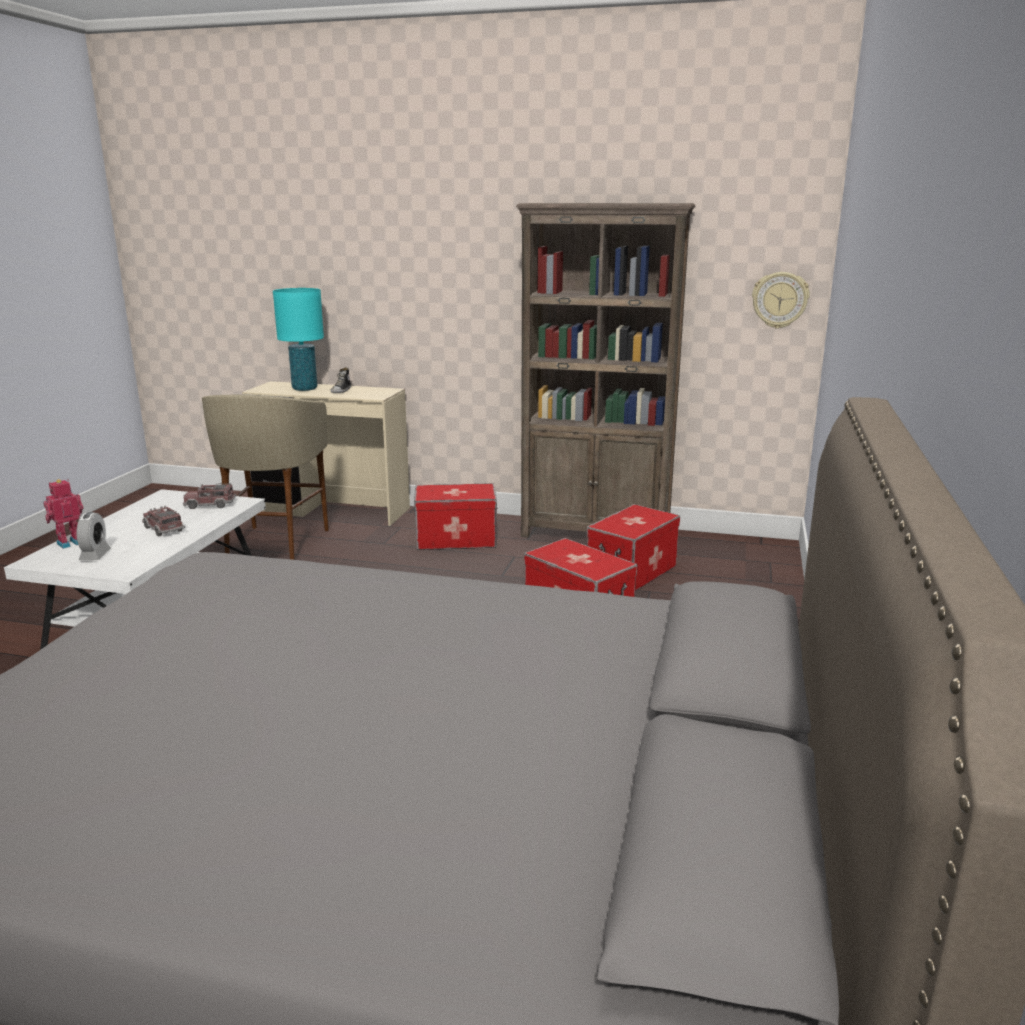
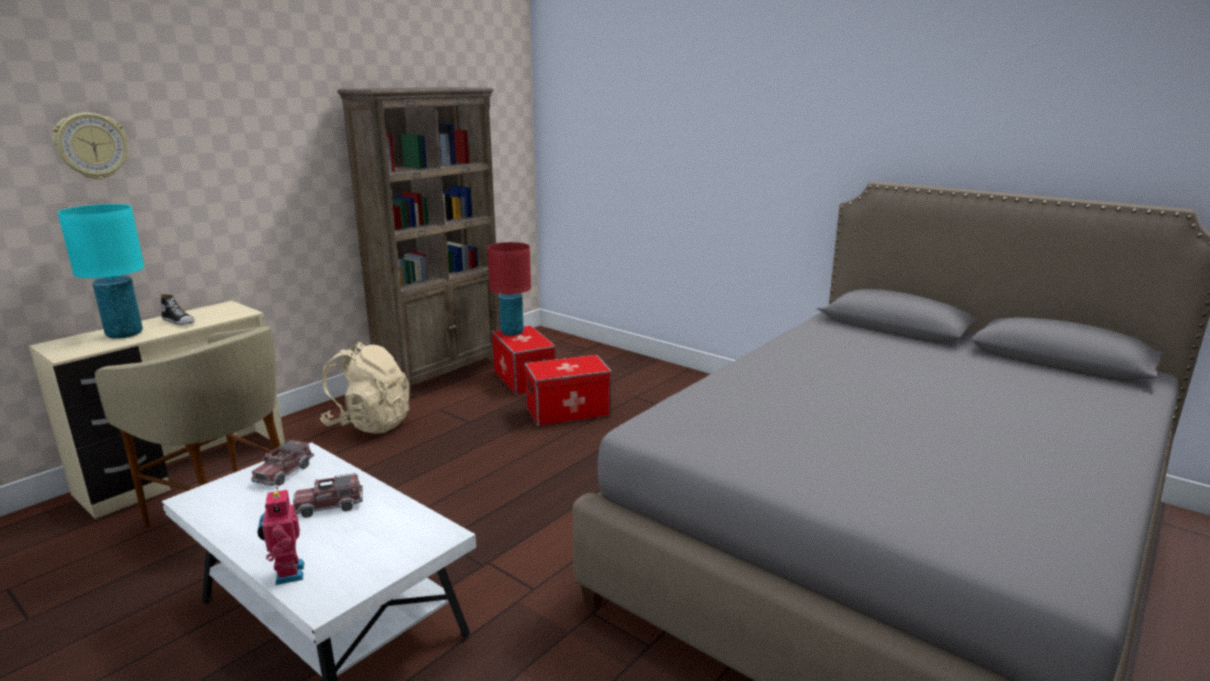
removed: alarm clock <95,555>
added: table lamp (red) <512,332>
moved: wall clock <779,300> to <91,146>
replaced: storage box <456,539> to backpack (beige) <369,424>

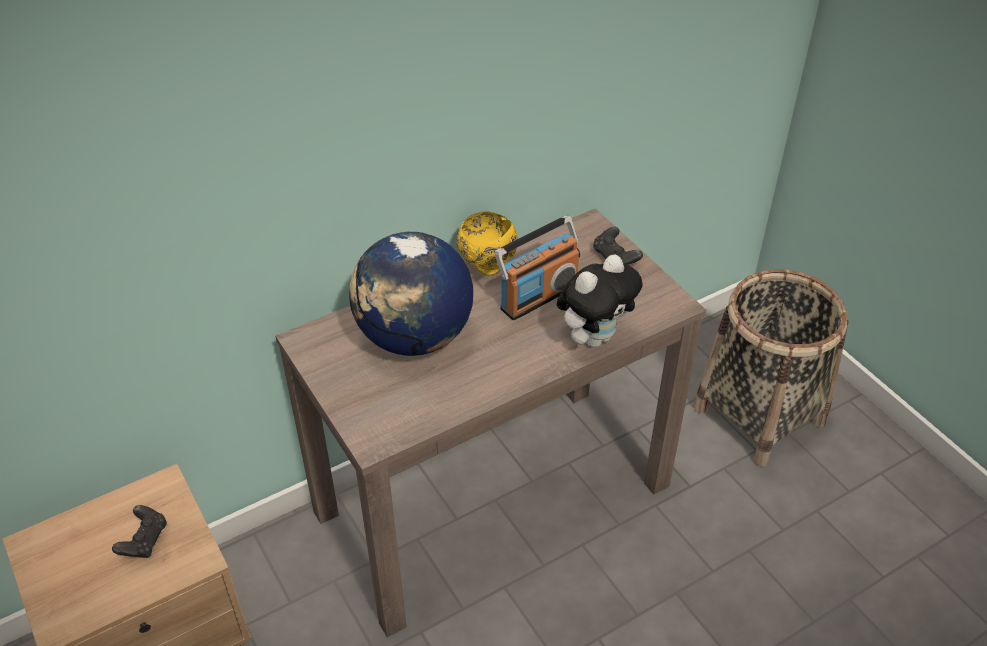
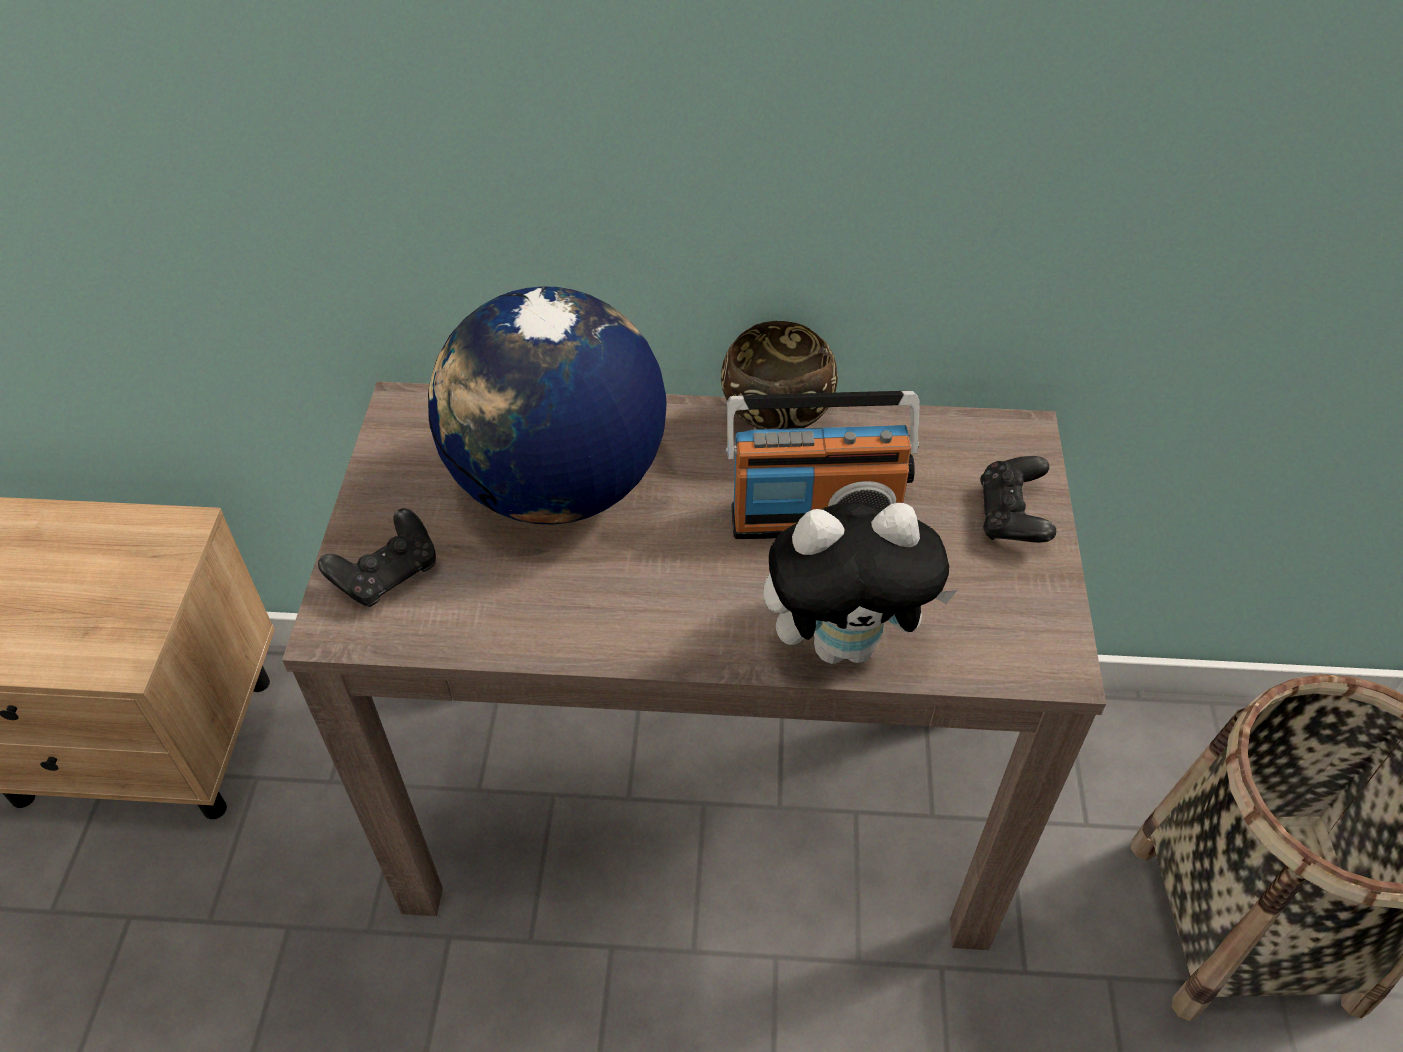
moved: game controller (black) <144,540> to <387,574>
recoloured: bowl (yellow) <486,267> to bowl (brown) <774,427>

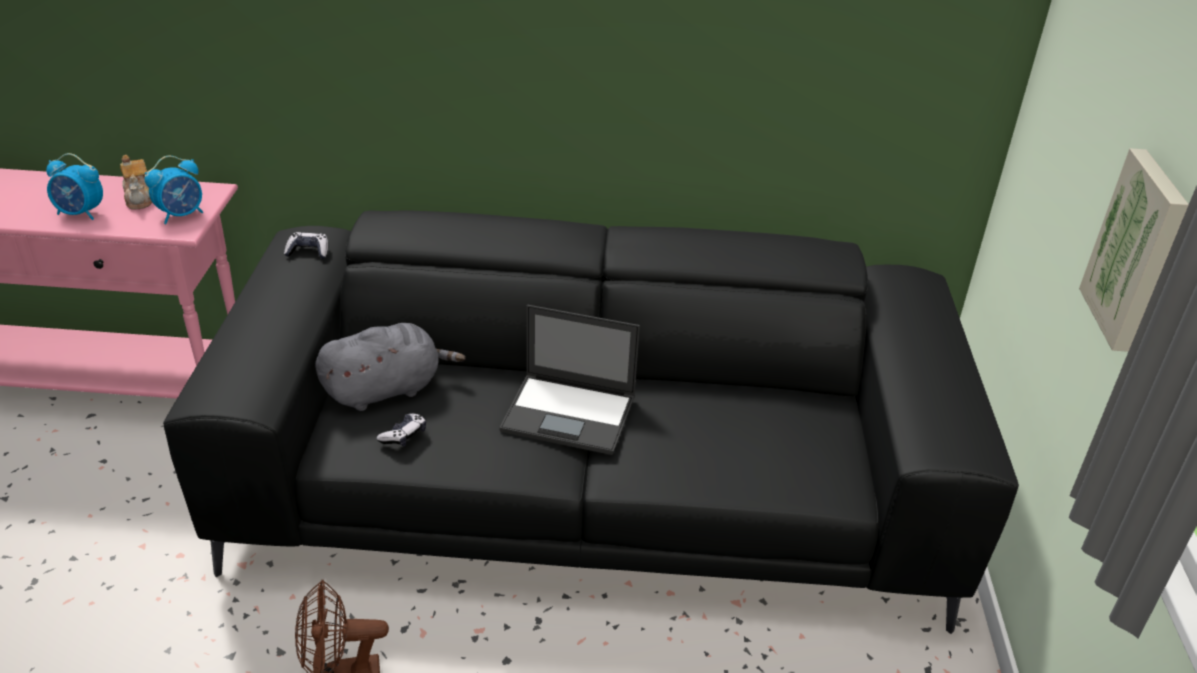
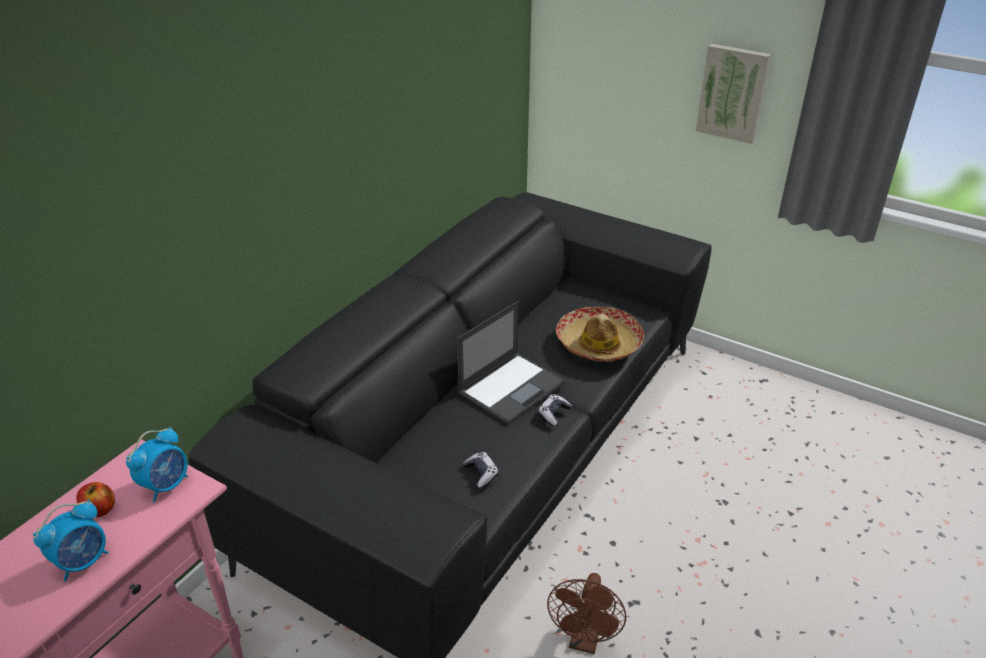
removed: plush toy (grey) <387,389>
added: hat <599,343>
moved: game controller <308,252> to <553,414>
replaced: teapot <140,198> to apple <99,510>
turned: alarm clock <181,215> = <166,485> 45 degrees clockwise

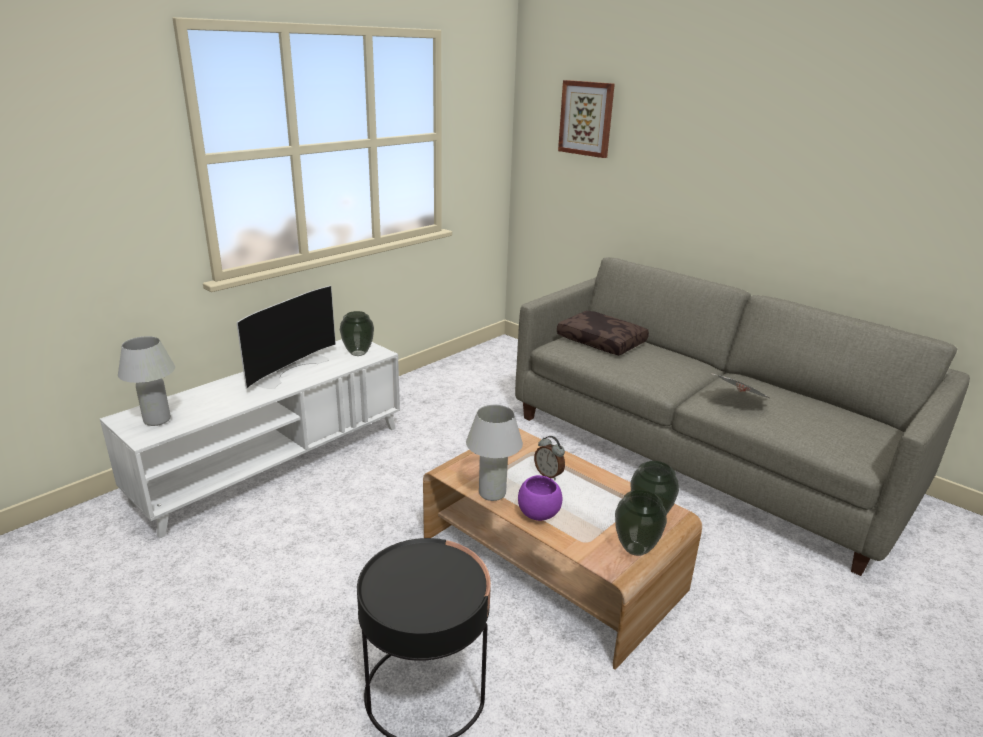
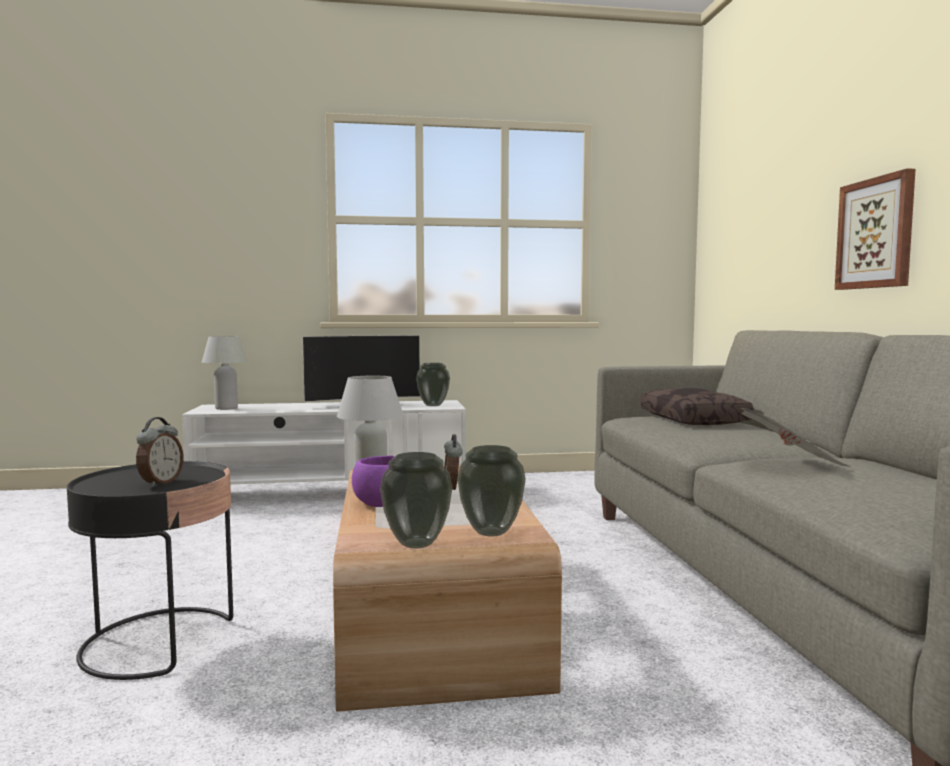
added: alarm clock <160,483>
moved: picture <586,118> to <876,233>

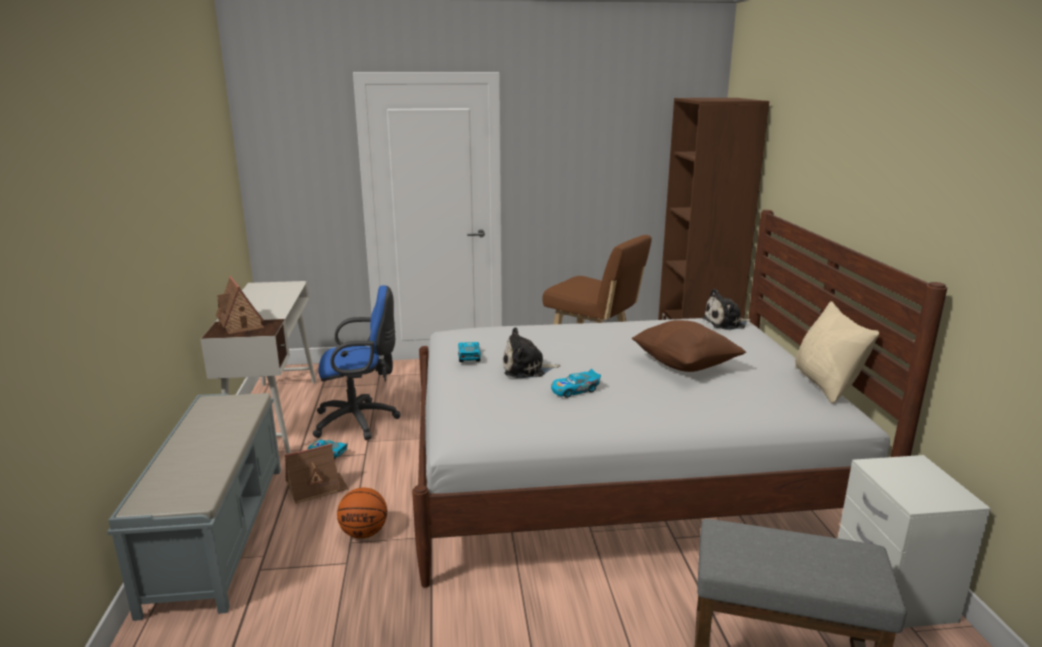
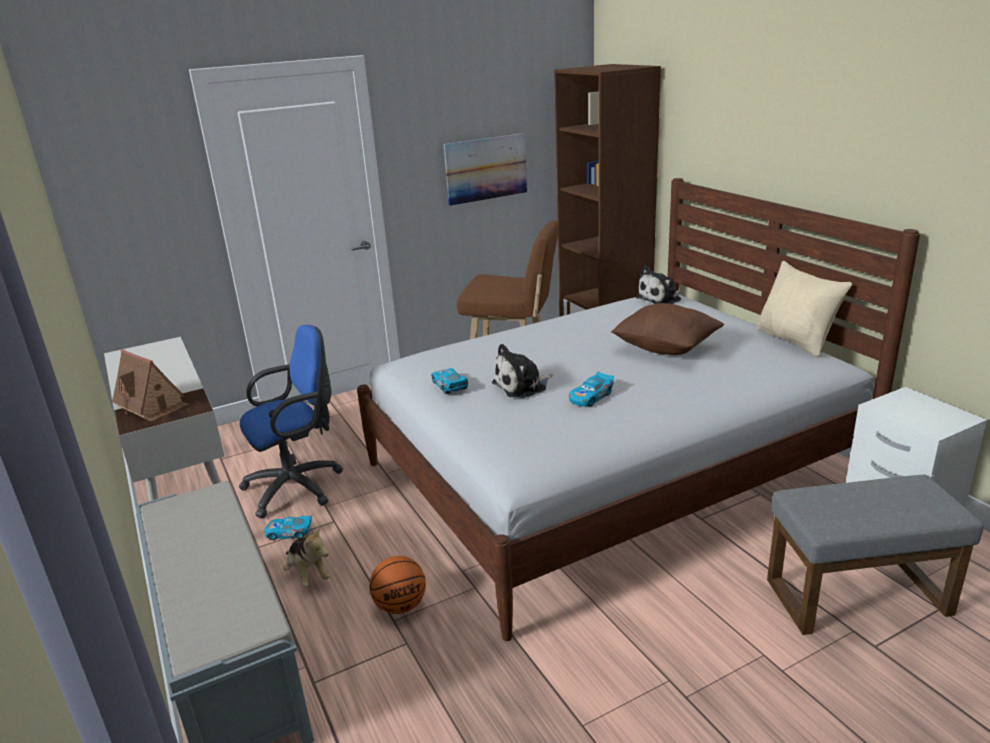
added: picture <486,169>
replaced: toy house <316,488> to plush toy <308,574>

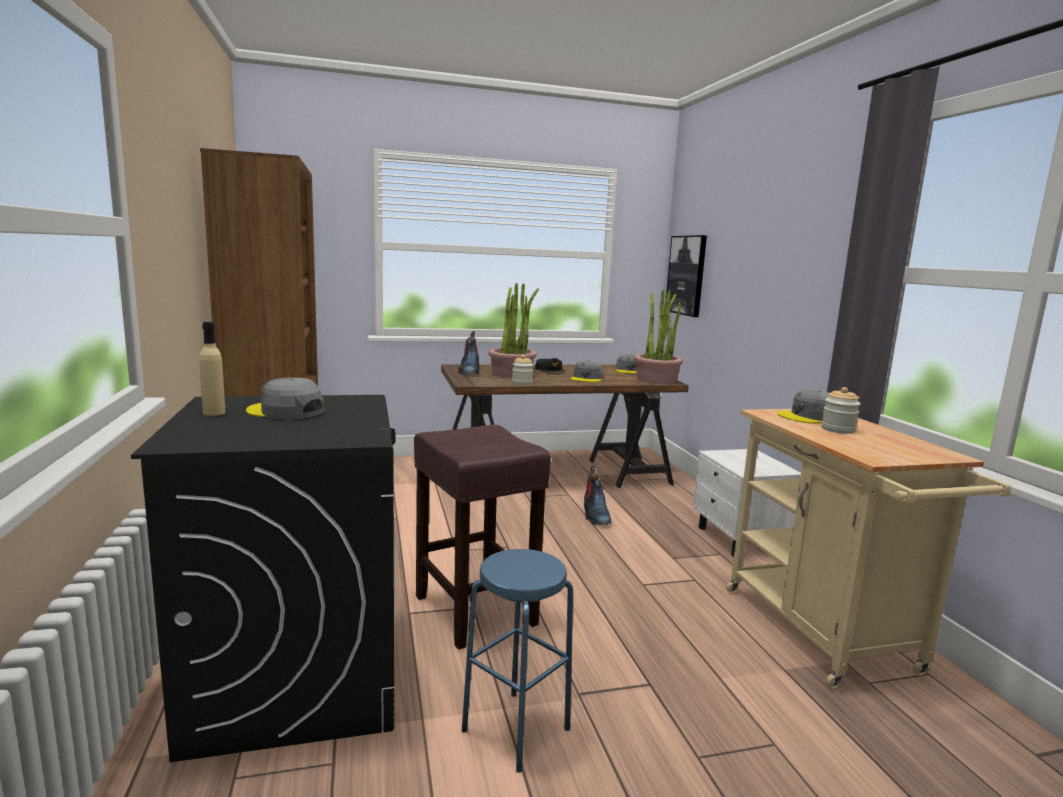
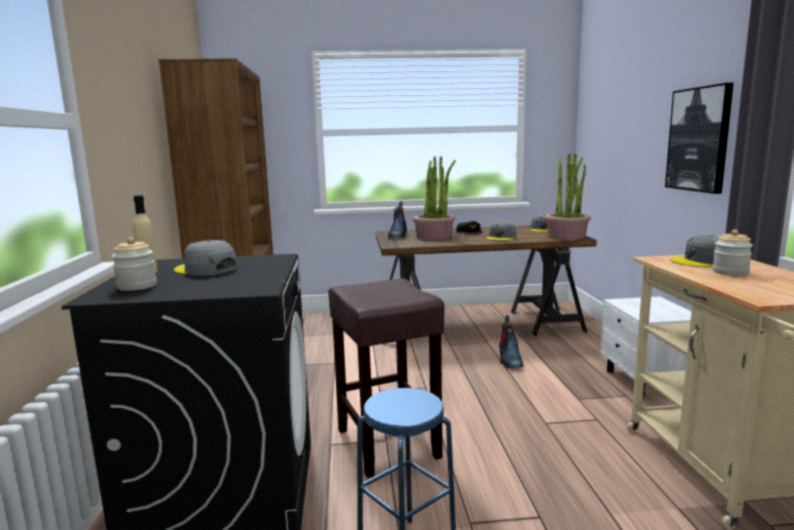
moved: jar <522,382> to <137,286>; picture <687,275> to <699,139>

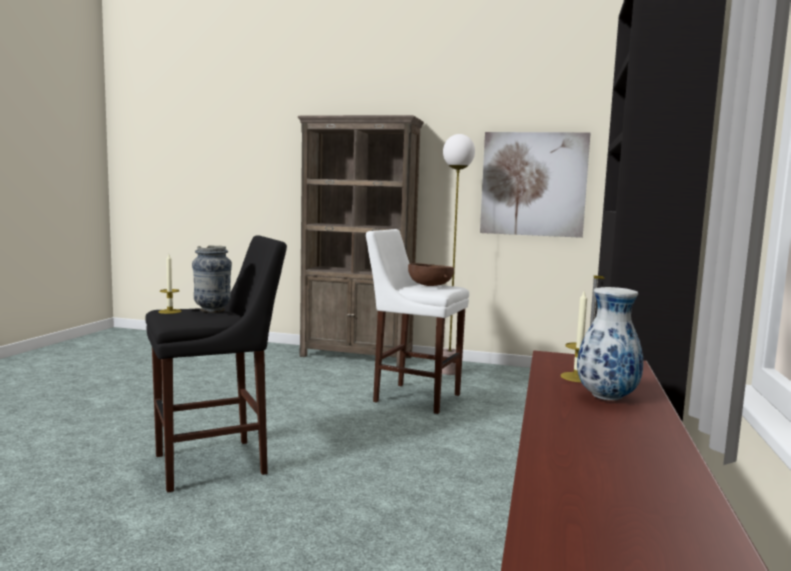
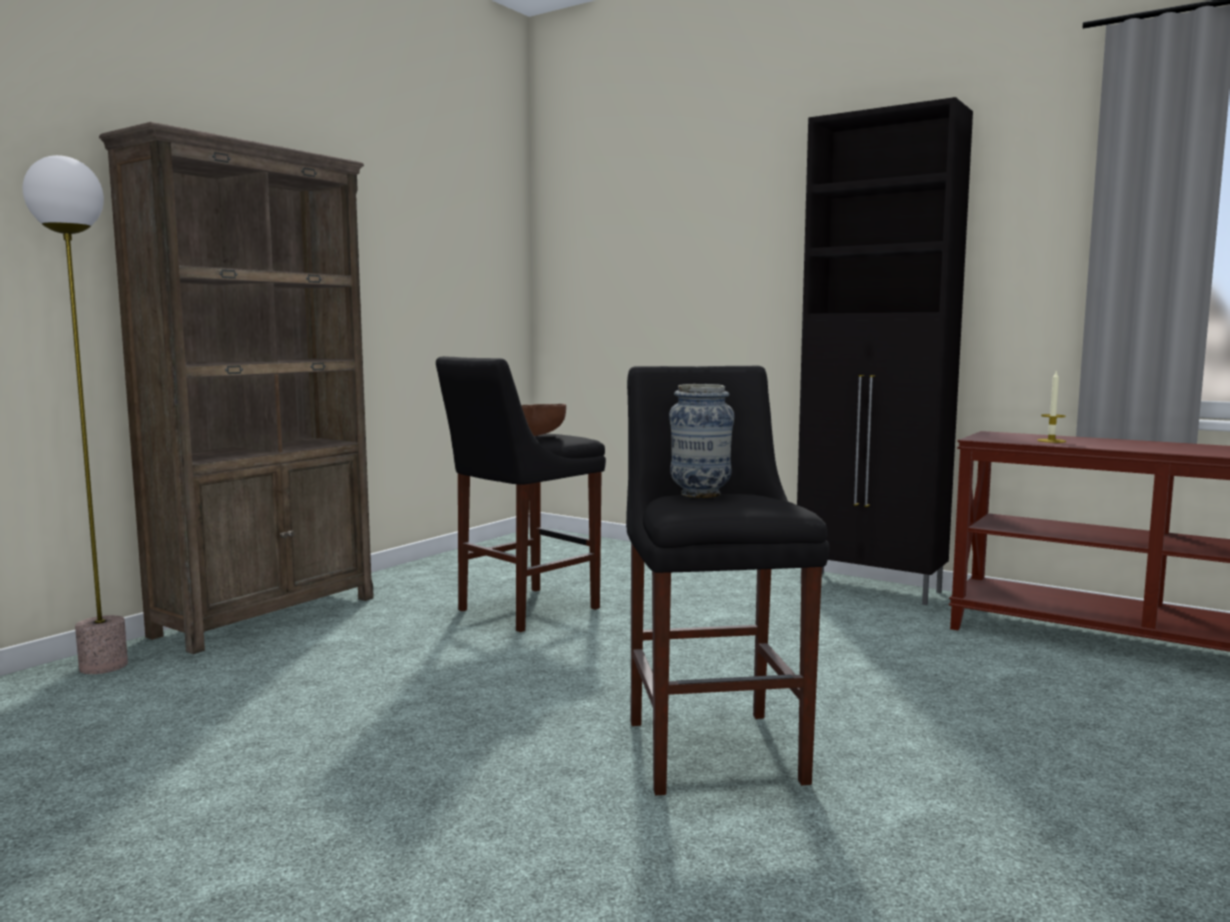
removed: candle <170,311>; picture <533,184>; vase <607,398>
moved: floor lamp <449,372> to <104,666>
recoloured: stool (white) <413,397> to stool (black) <522,610>

